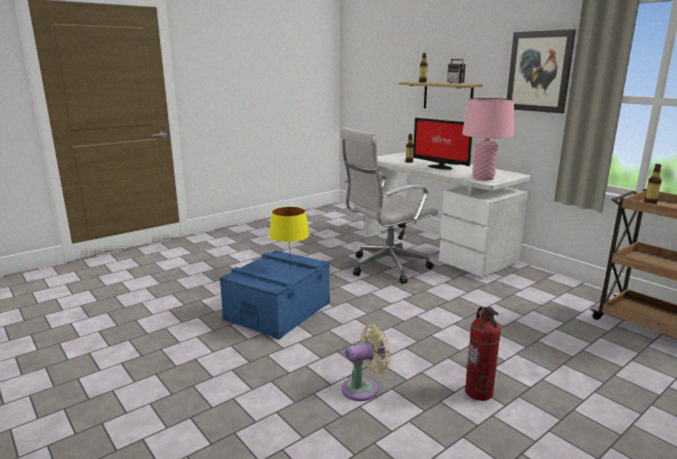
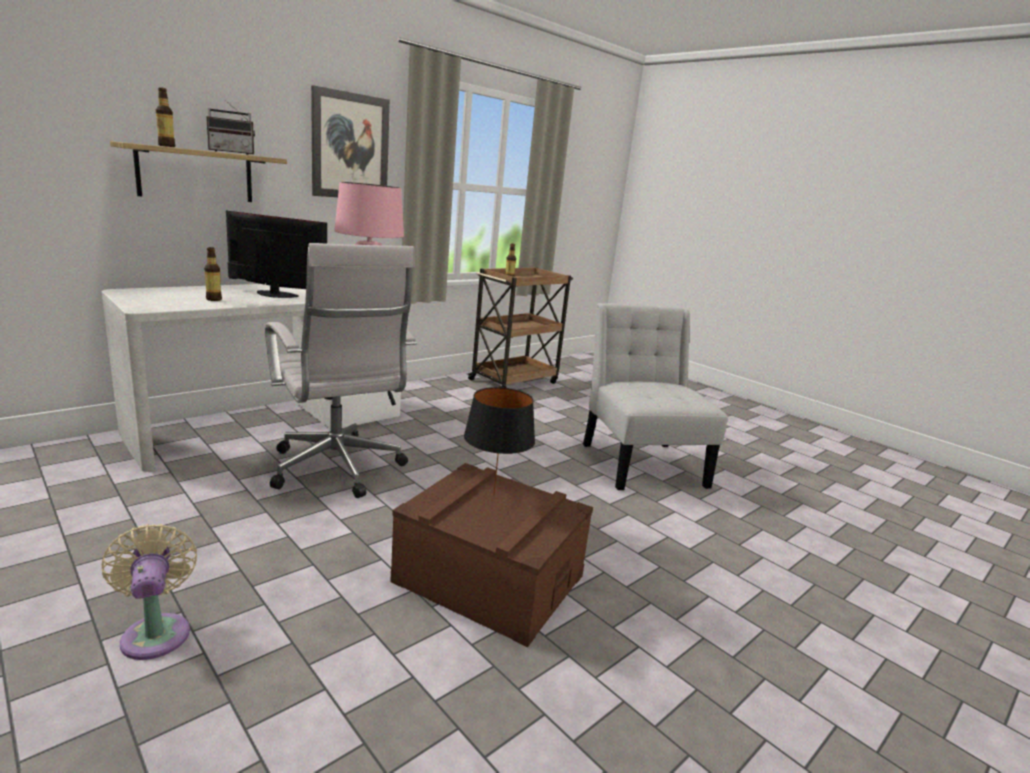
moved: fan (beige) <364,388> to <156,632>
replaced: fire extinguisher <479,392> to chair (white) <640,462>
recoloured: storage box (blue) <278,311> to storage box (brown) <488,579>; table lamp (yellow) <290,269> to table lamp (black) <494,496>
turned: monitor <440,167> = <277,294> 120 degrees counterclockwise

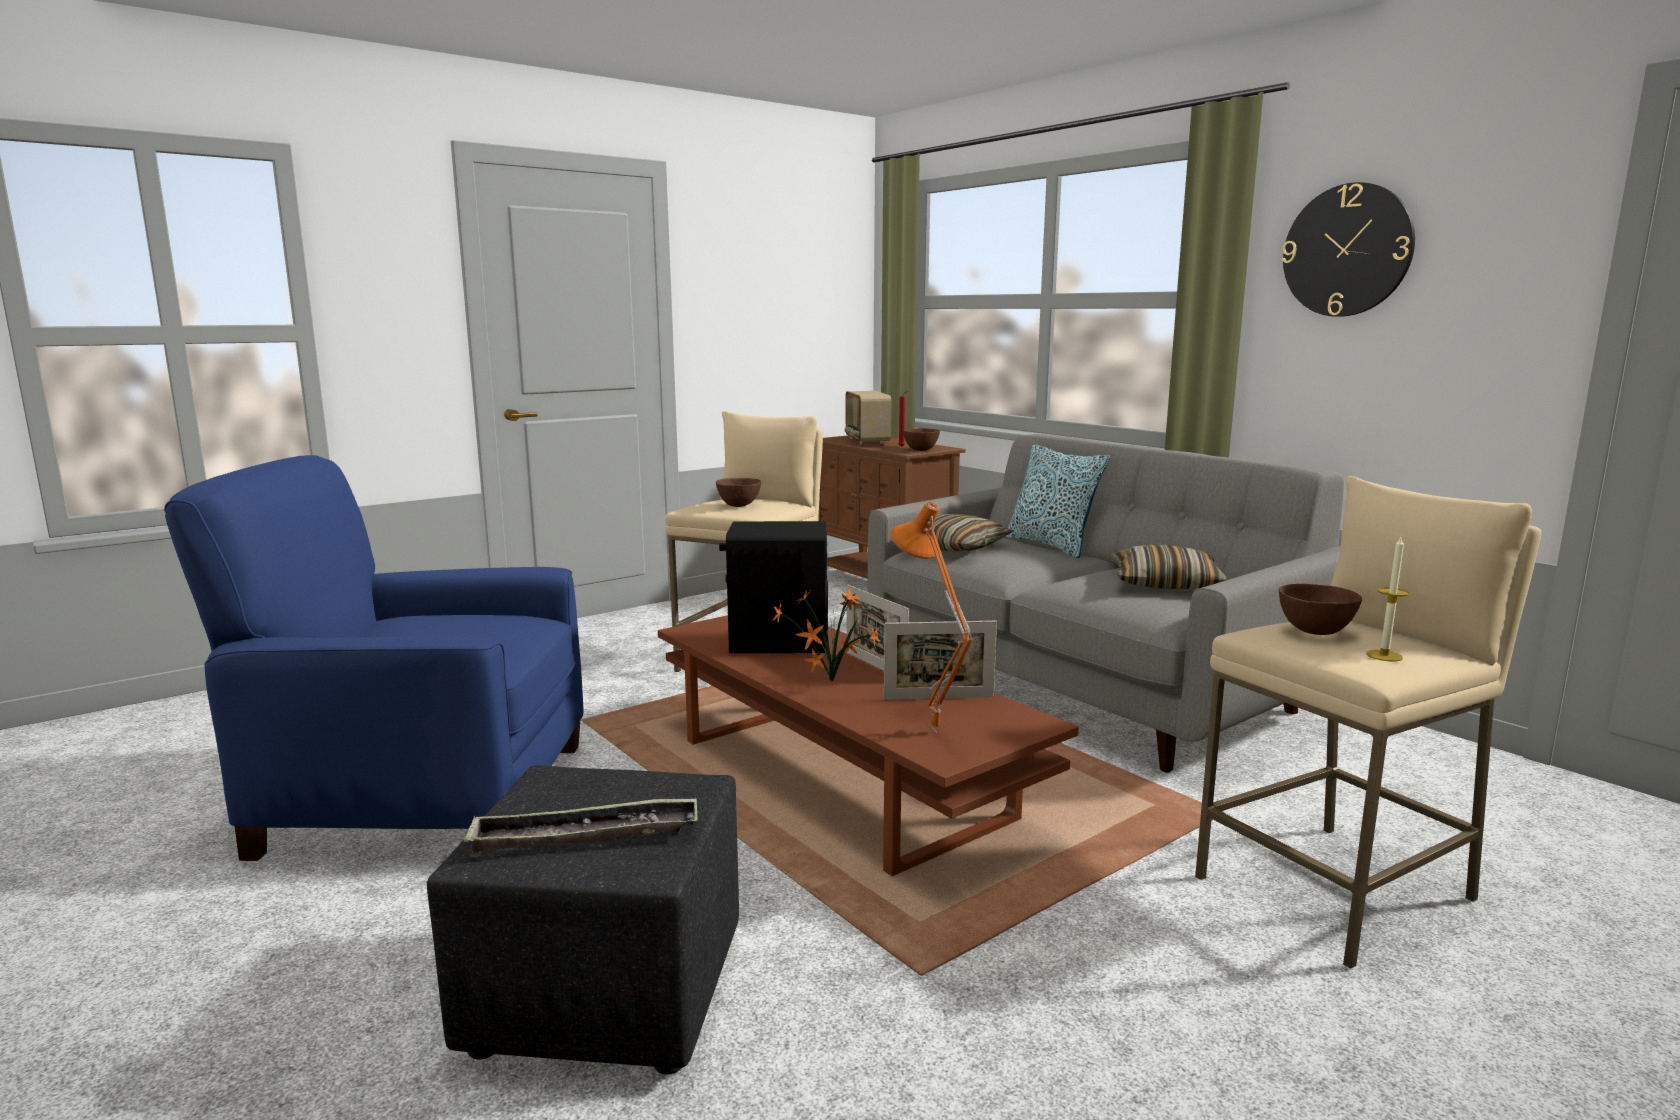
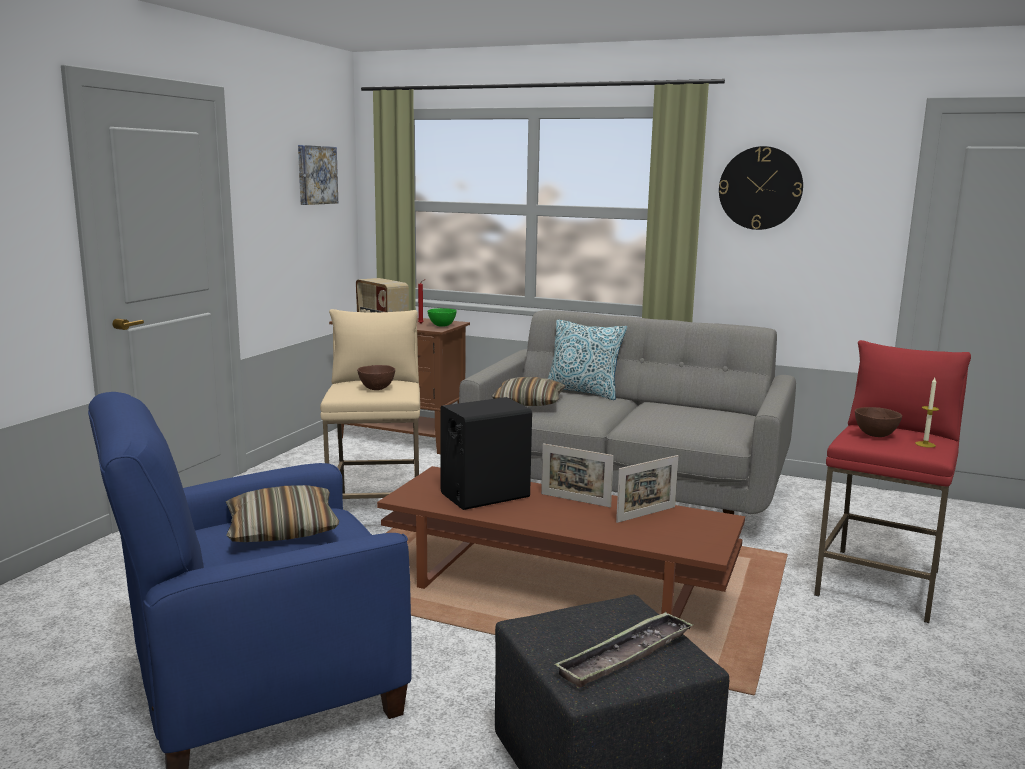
removed: potted plant <829,682>; table lamp (orange) <930,732>
added: picture <316,175>
moved: pillow <1164,584> to <282,529>
recoloured: bowl (brown) <920,450> to bowl (green) <441,326>; stool (beige) <1336,889> to stool (red) <879,583>

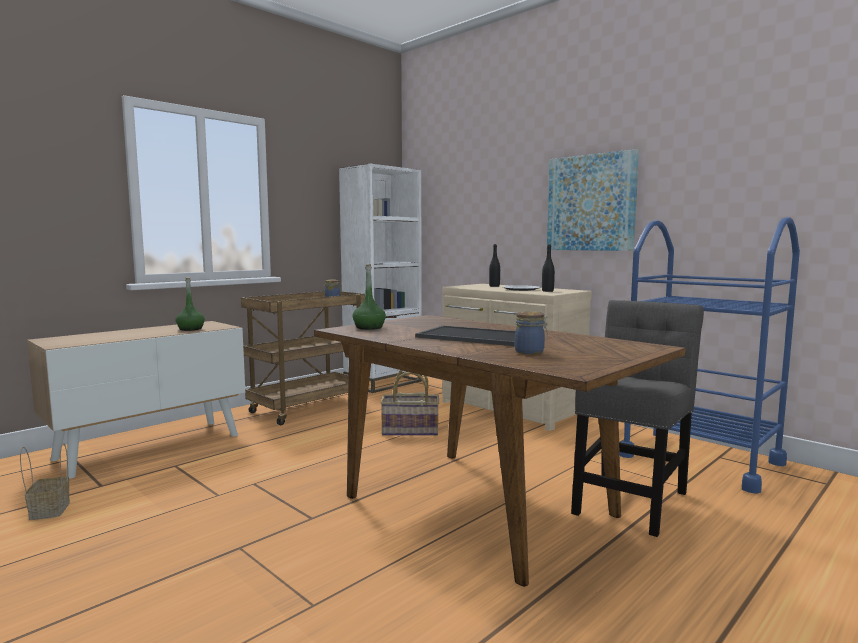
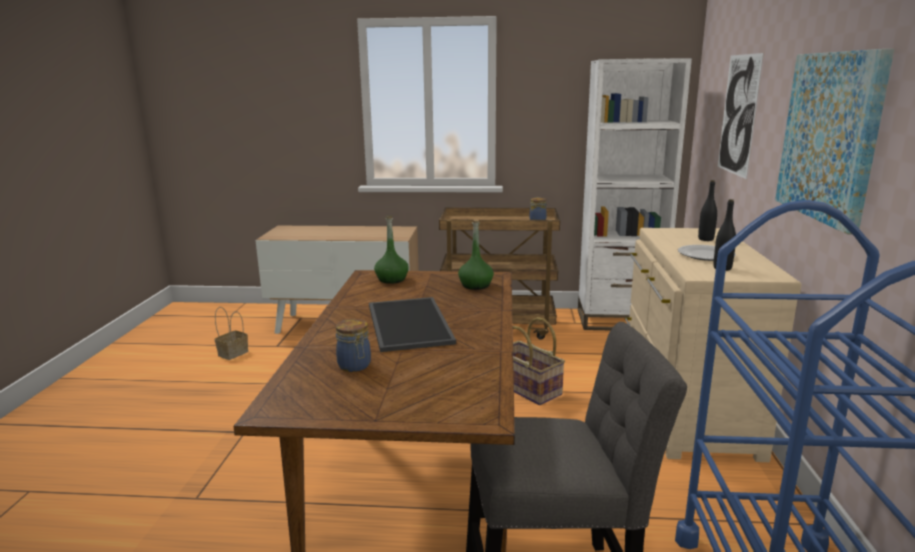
added: picture <738,115>
moved: bottle (green) <191,329> to <476,285>

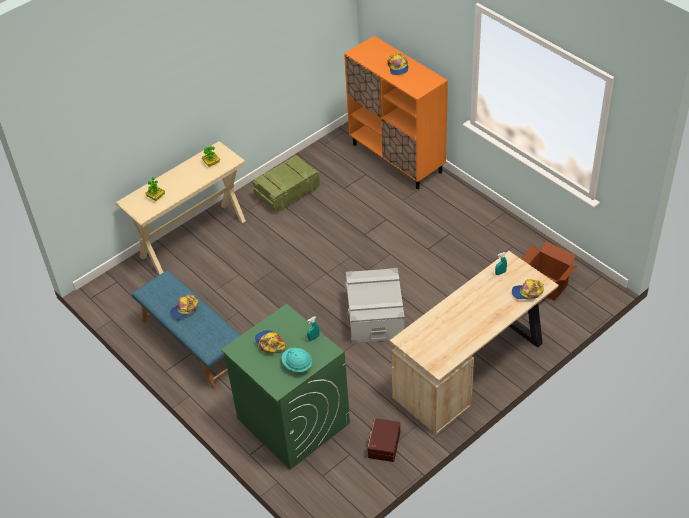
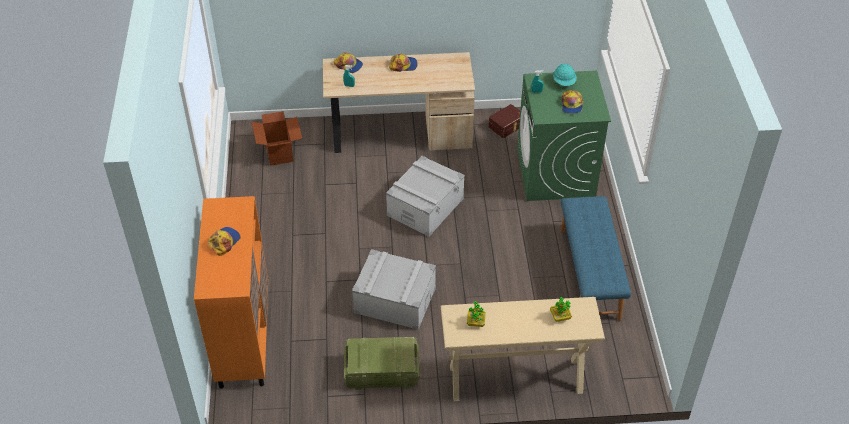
added: storage box (grey) <394,300>
moved: cap <185,309> to <403,65>

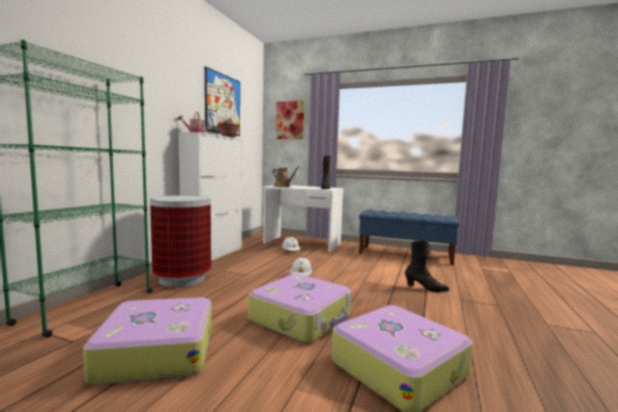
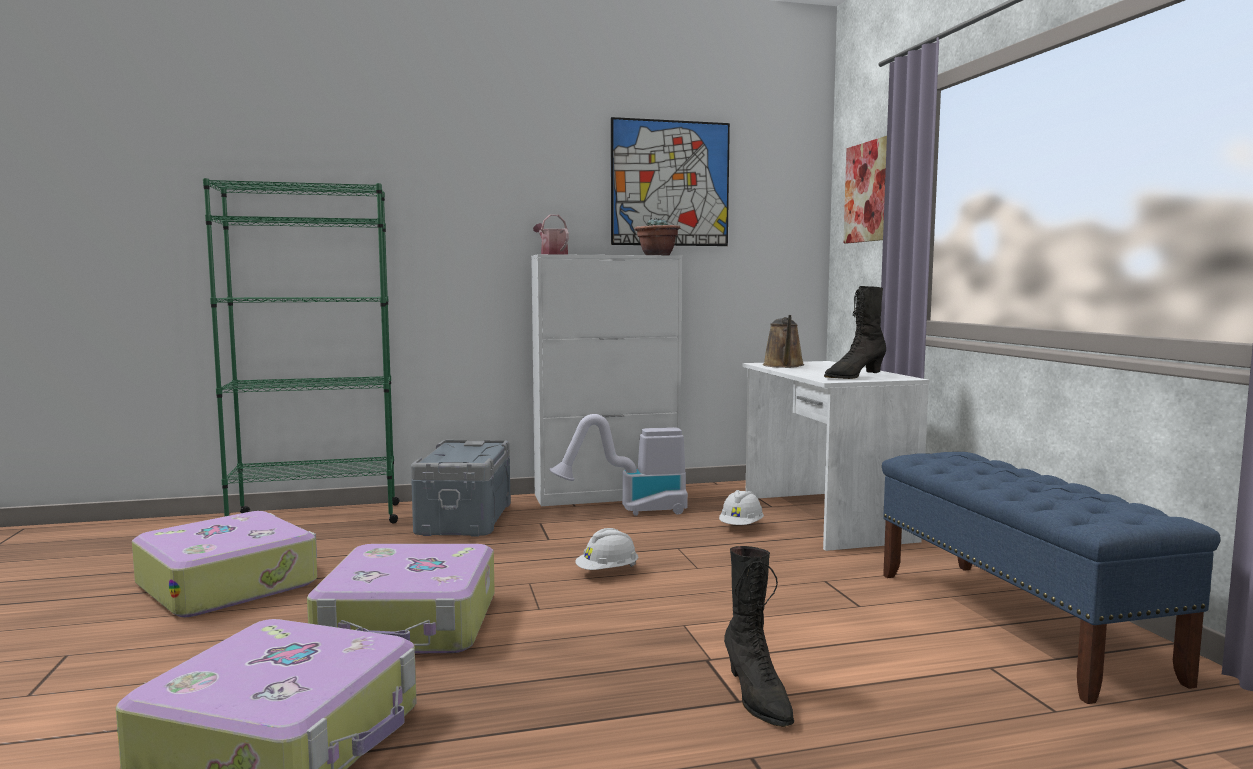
added: vacuum cleaner <630,511>
replaced: trash can <182,279> to storage box (grey) <466,518>

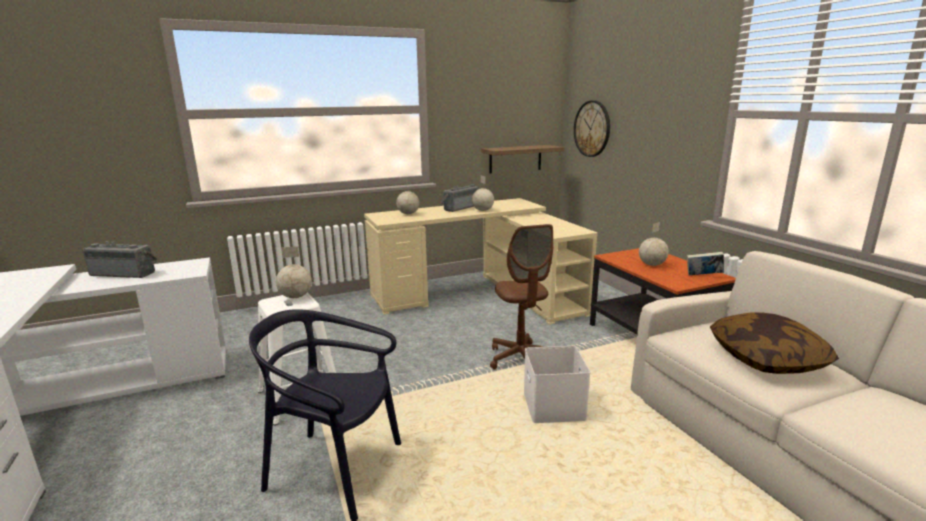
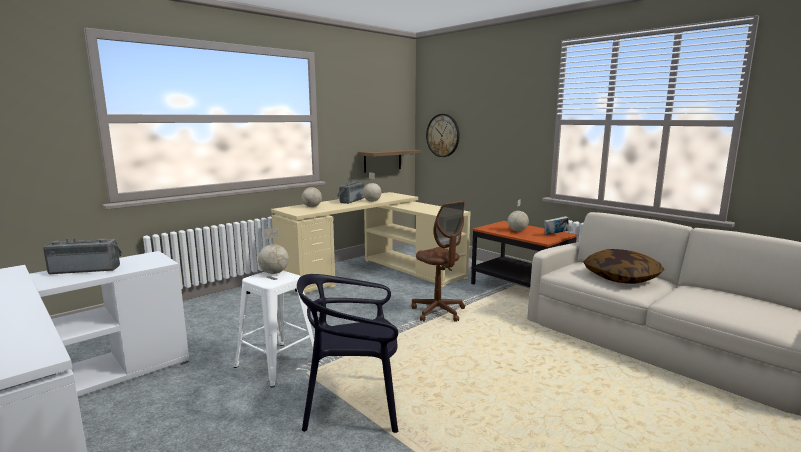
removed: storage box (white) <552,406>

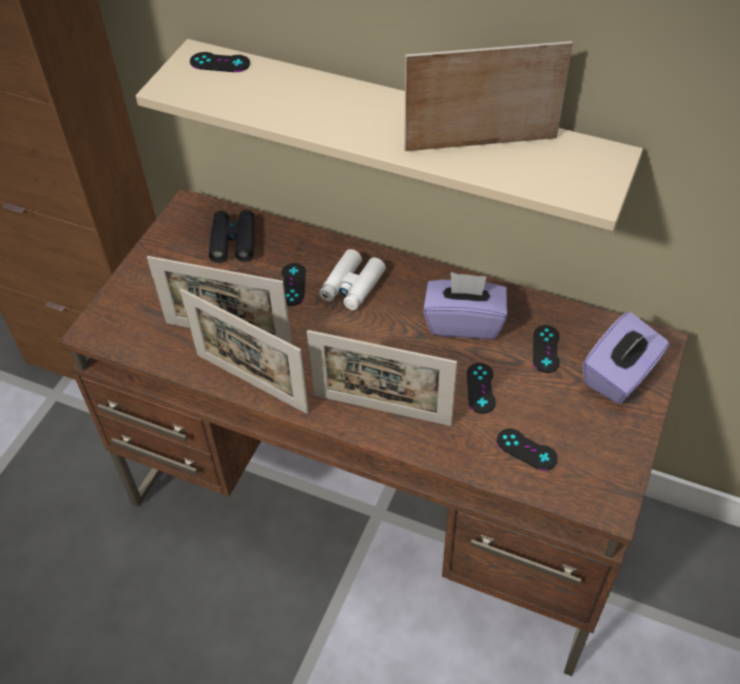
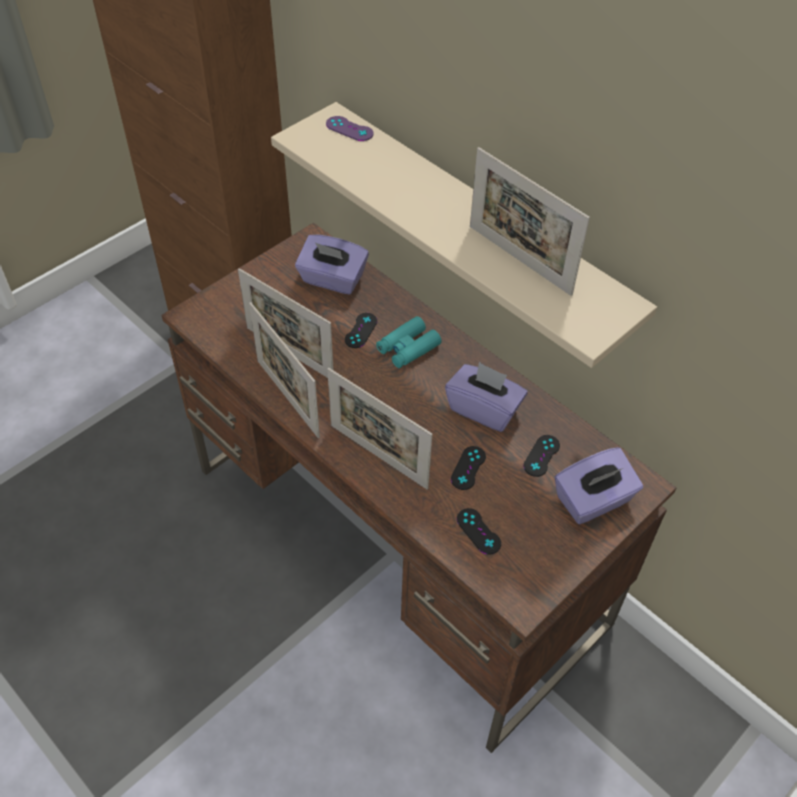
replaced: binoculars (black) <233,241> to tissue box (purple) <332,280>
recoloured: game controller (black) <220,63> to game controller (purple) <349,129>; binoculars (white) <352,286> to binoculars (turquoise) <408,348>
turned: picture frame <480,144> = <519,260> 150 degrees counterclockwise

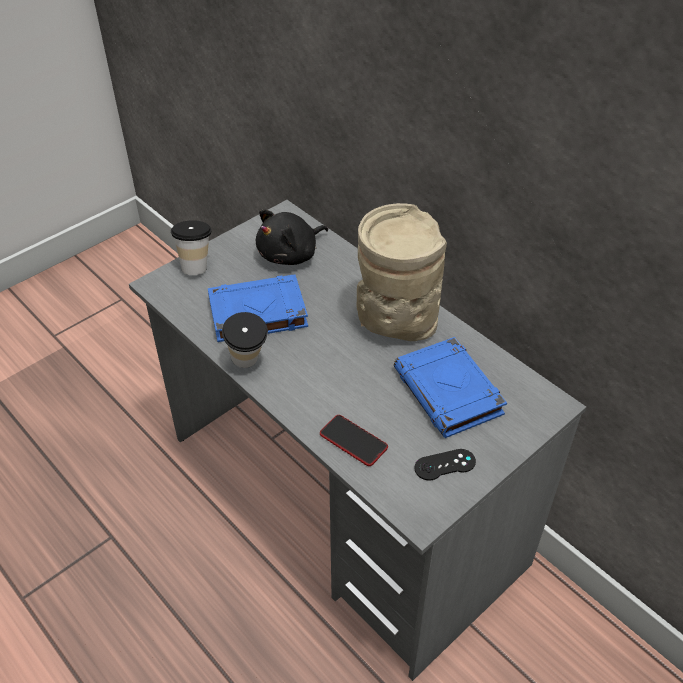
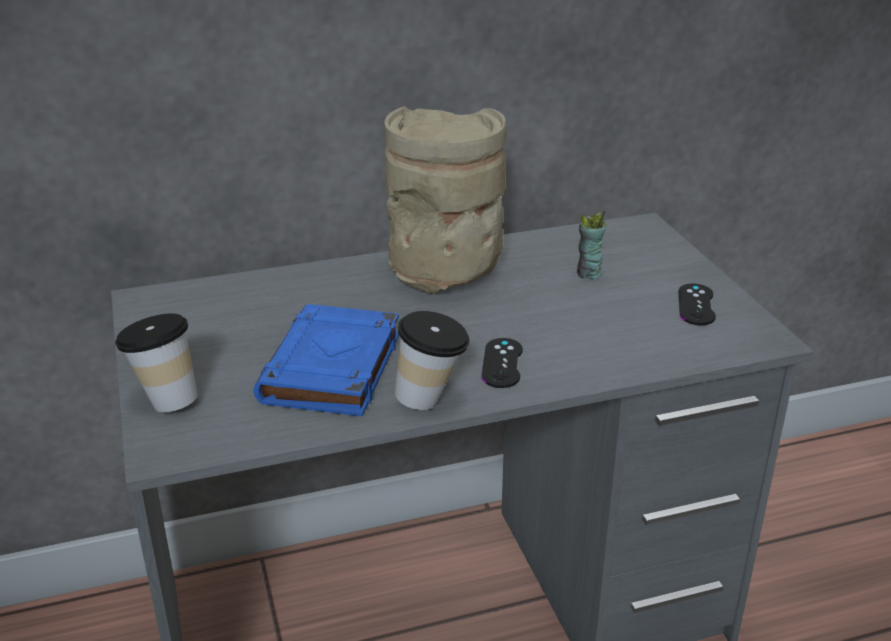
removed: plush toy (black) <290,254>; phone <353,441>
added: game controller (black) <502,363>
replaced: book (blue) <449,393> to cup <588,274>

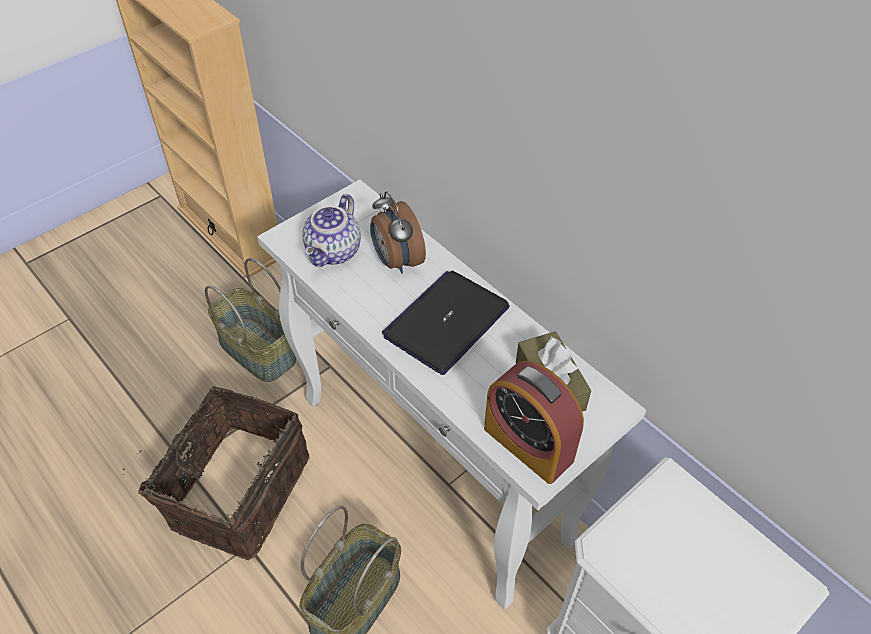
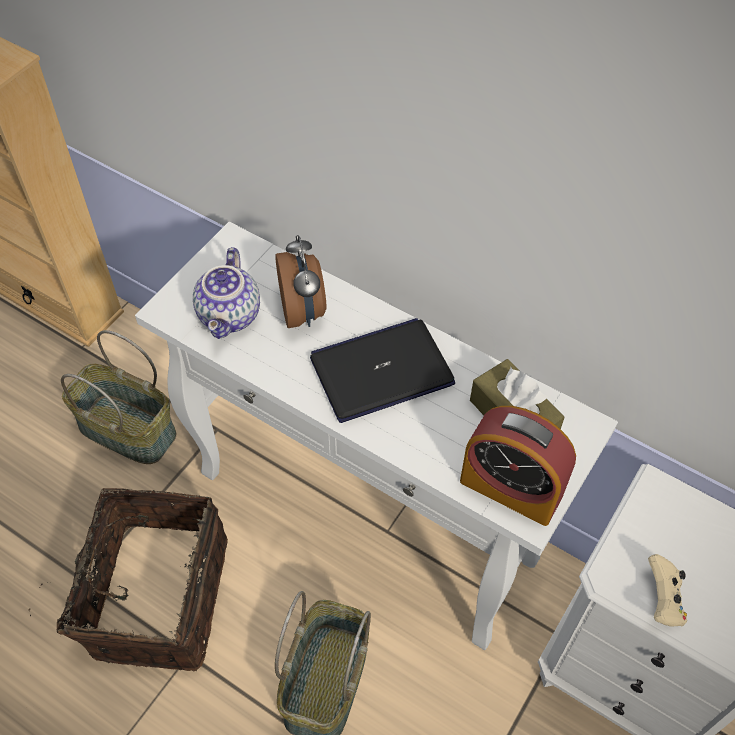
added: game controller (beige) <662,600>
turned: alarm clock <396,261> = <303,311> 150 degrees counterclockwise; laptop <446,322> = <381,371> 45 degrees clockwise

